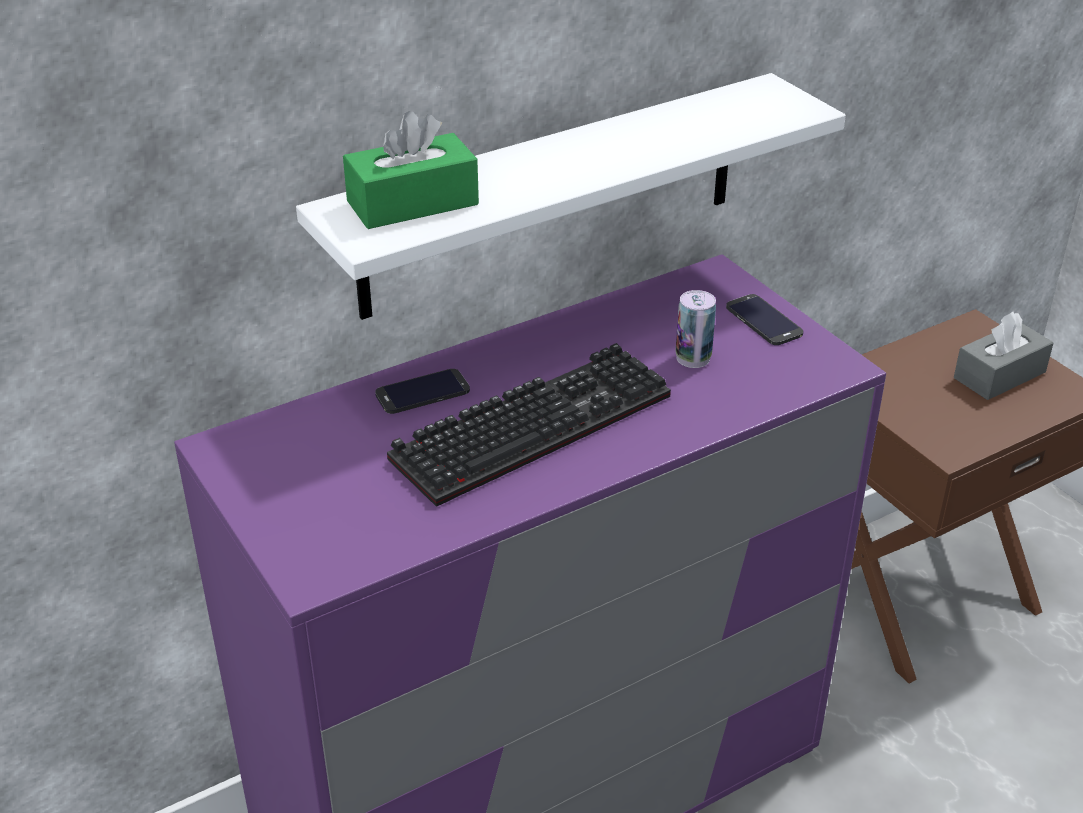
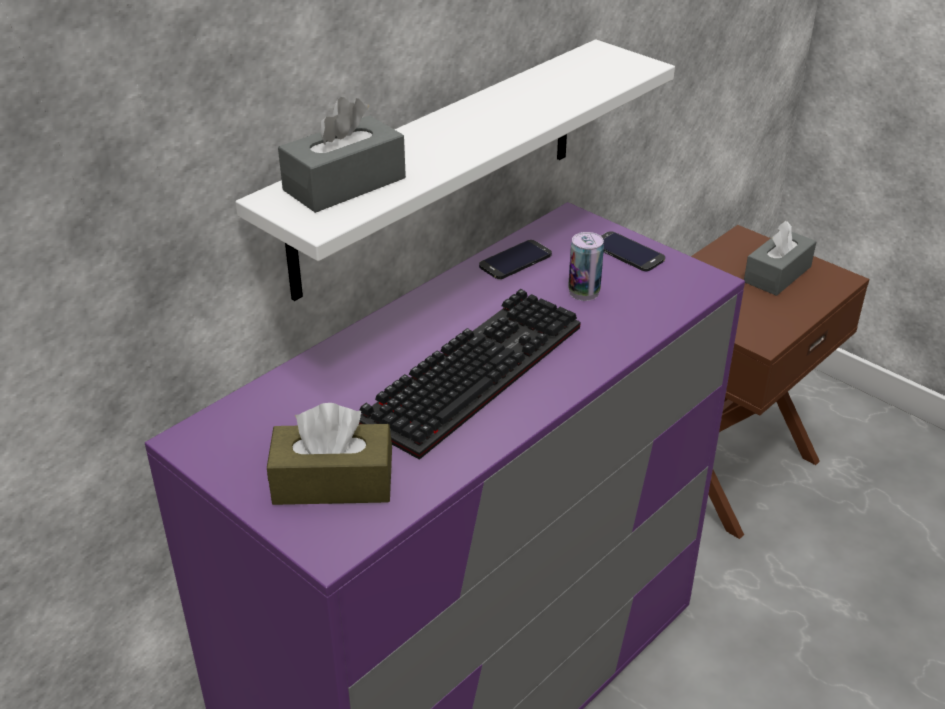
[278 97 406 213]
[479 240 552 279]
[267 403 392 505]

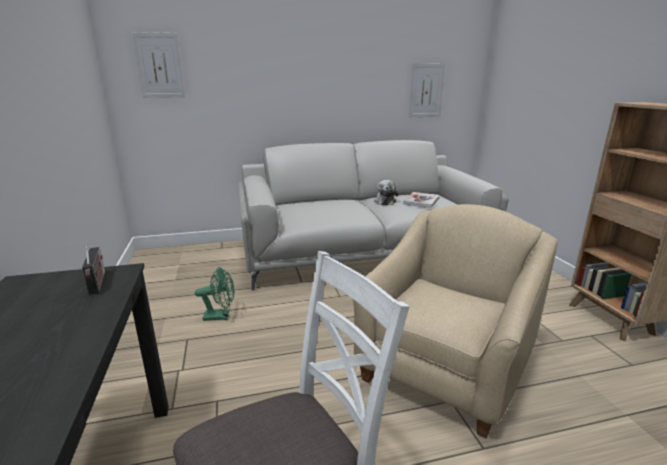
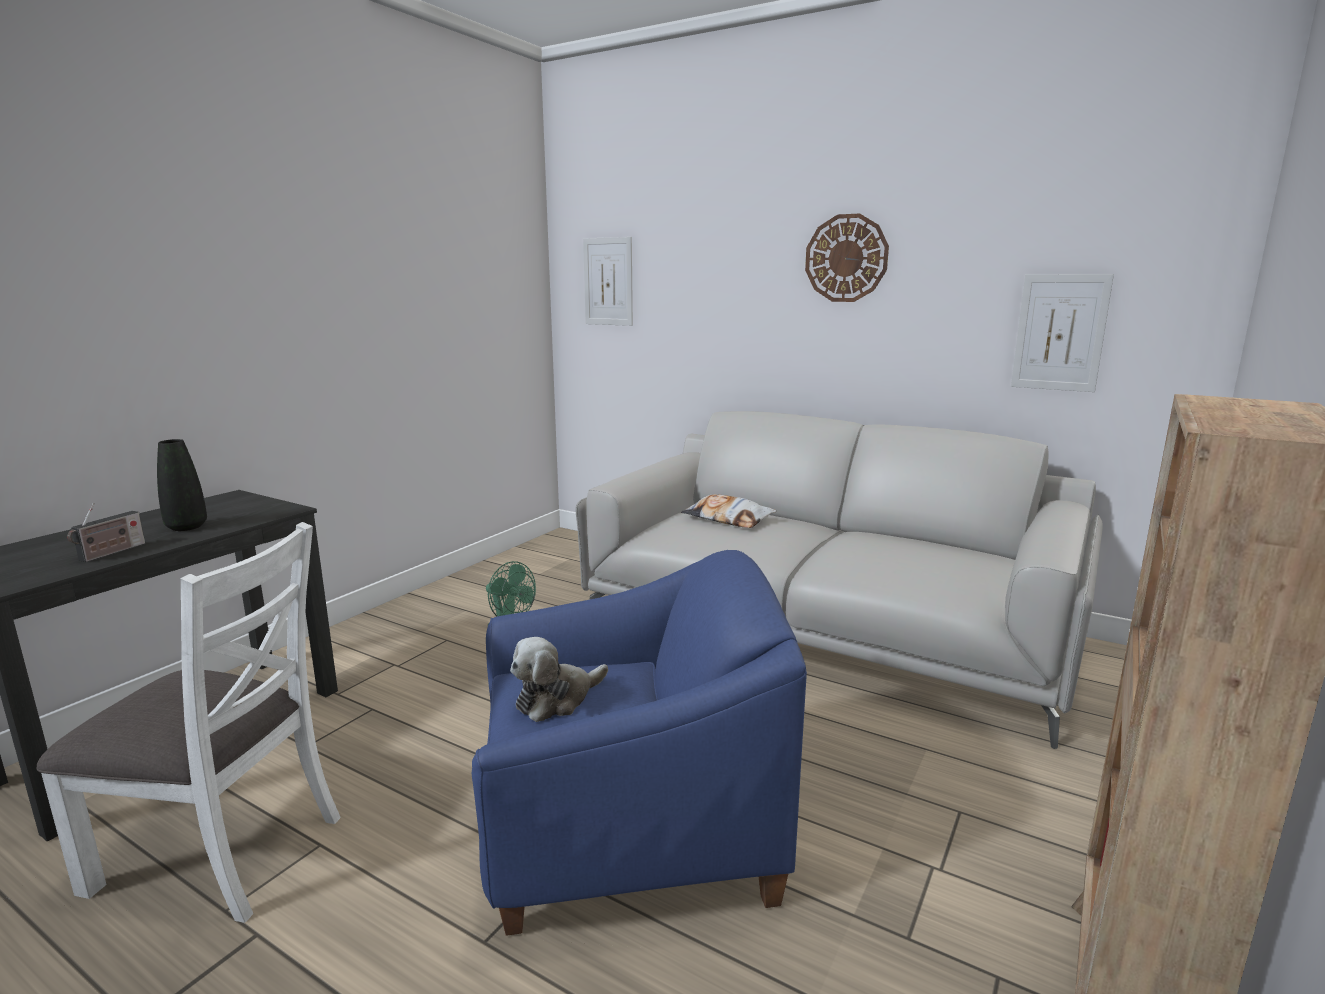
[67 503 145 562]
[472 550 807 936]
[510 637 608 722]
[403 192 440 208] (first image)
[157 439 207 531]
[681 494 776 528]
[805 214 889 302]

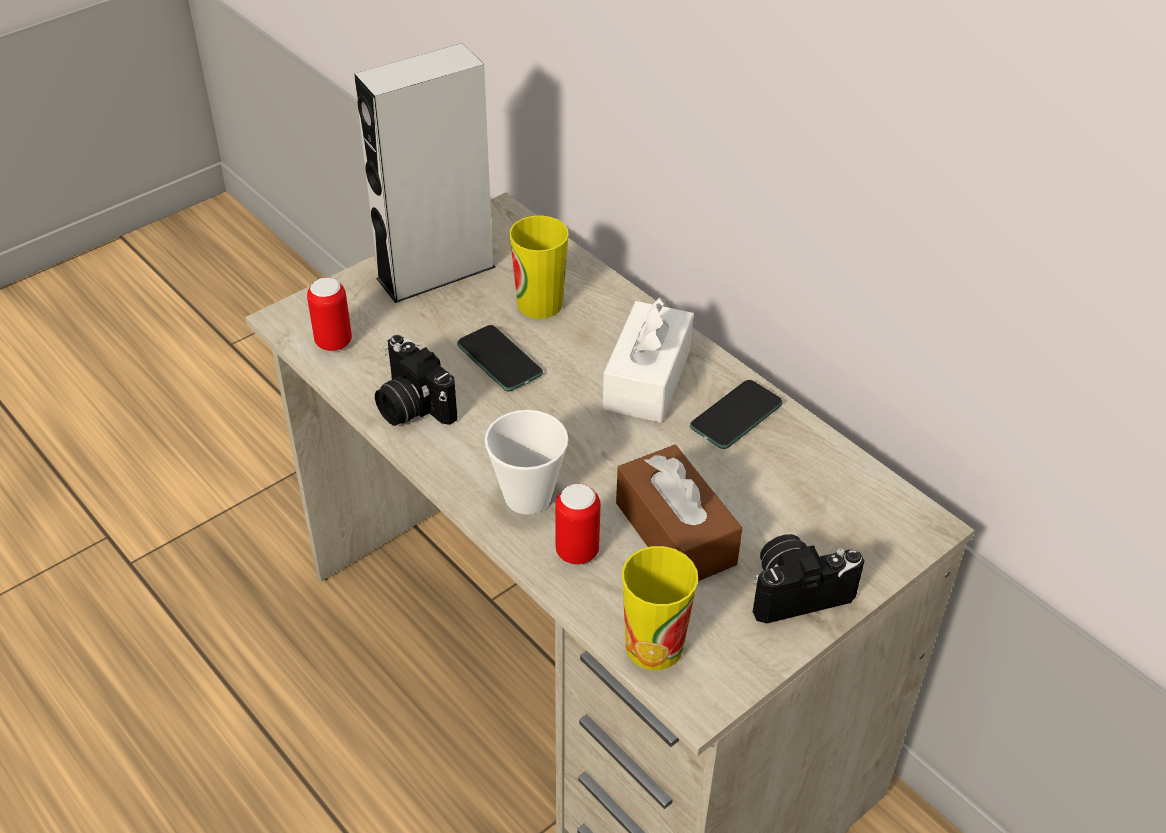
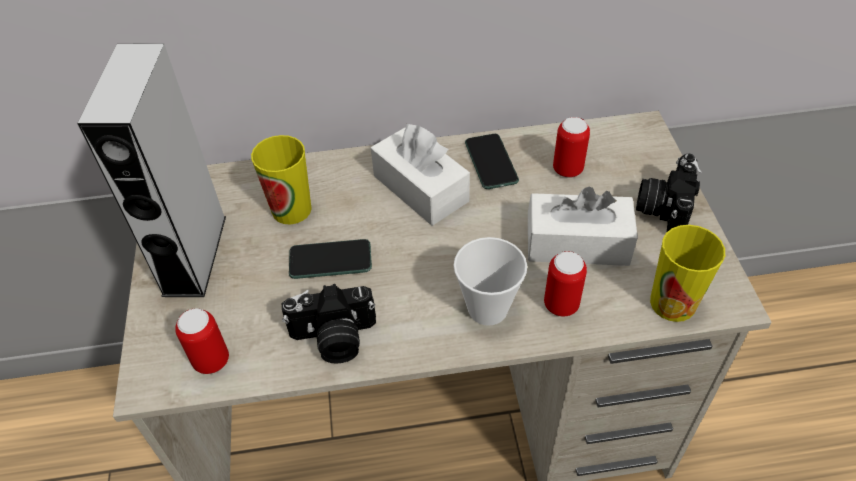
[528 187 638 266]
[553 117 590 178]

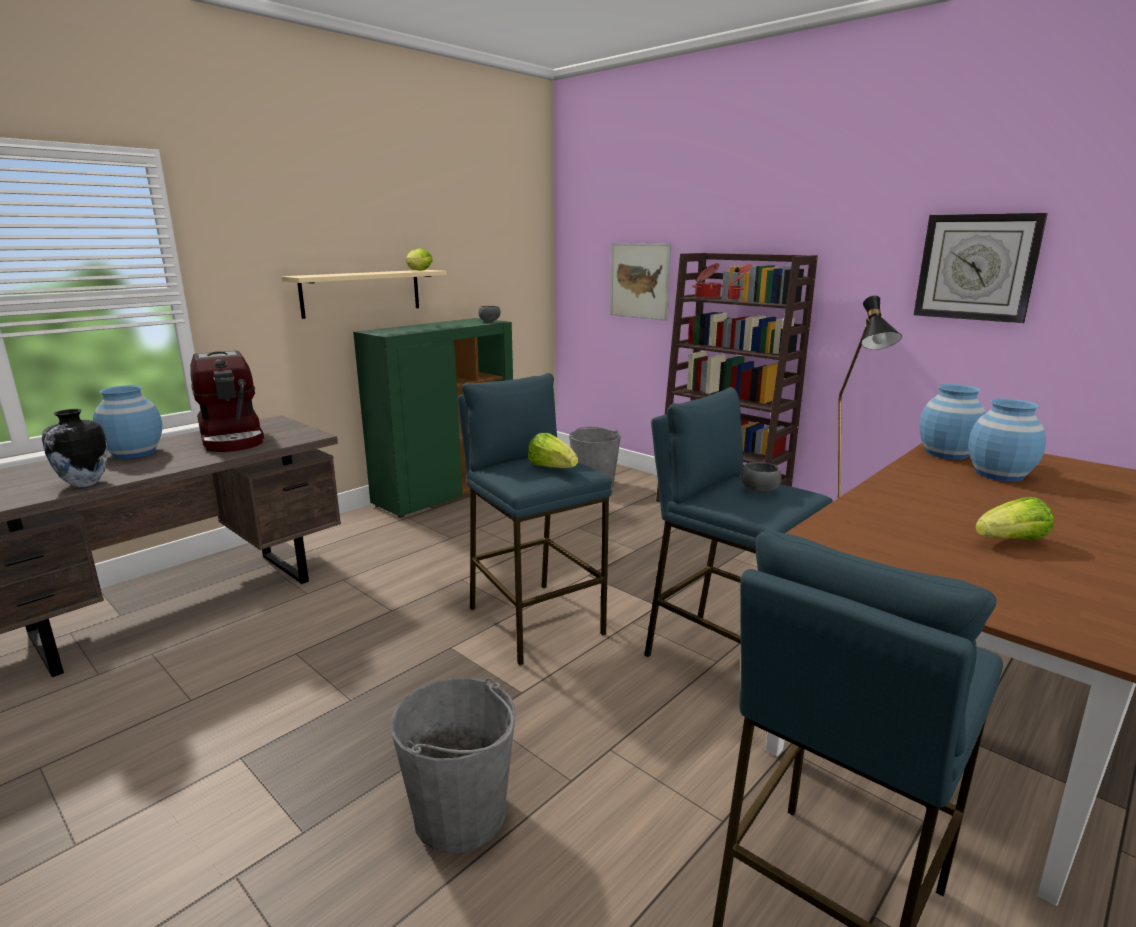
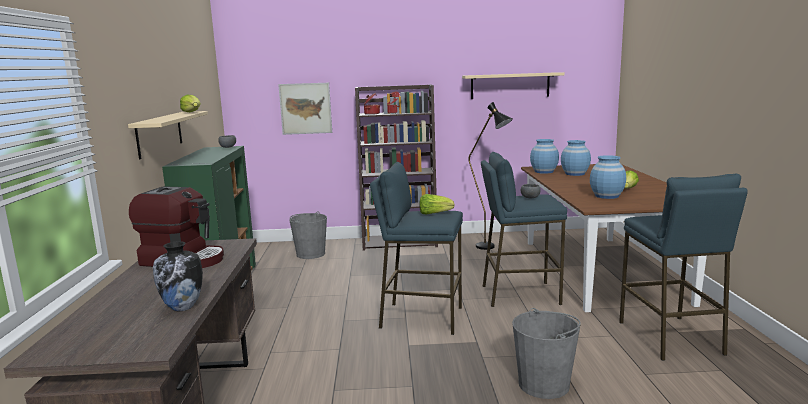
[590 155 626 199]
[462 72 565 99]

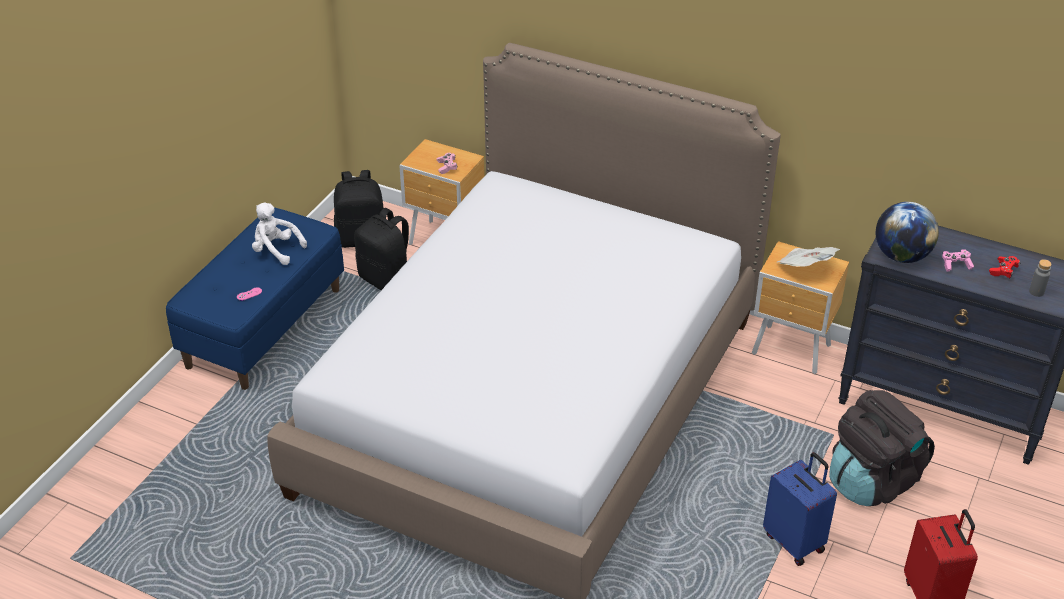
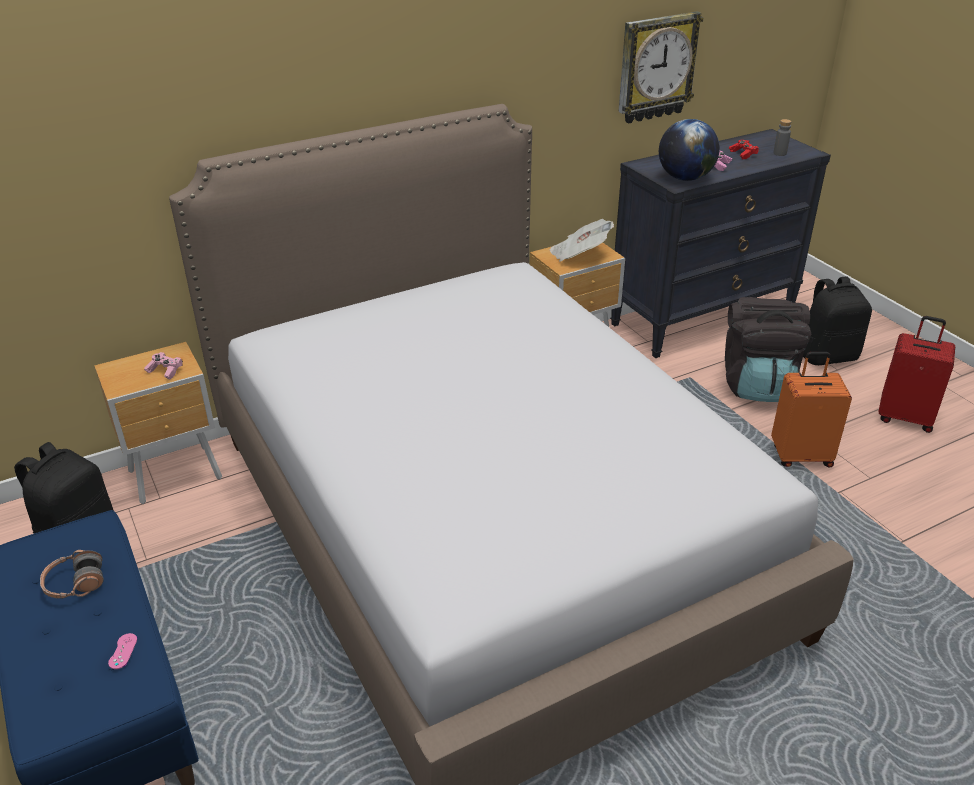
[40 550 104 599]
[803 277 872 365]
[771 352 852 468]
[618 12 703 124]

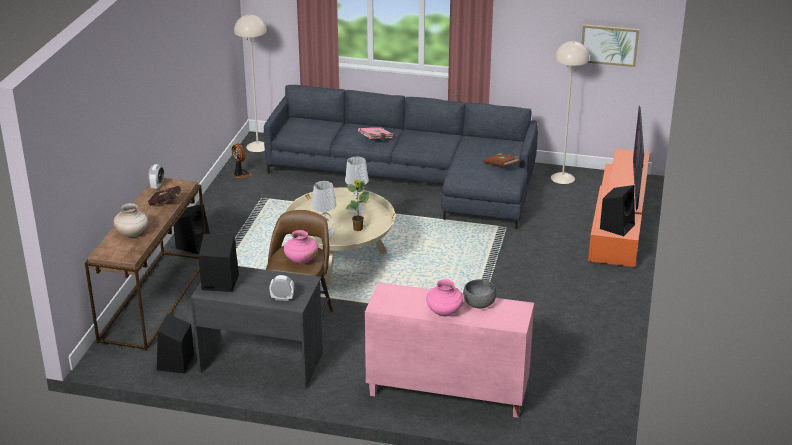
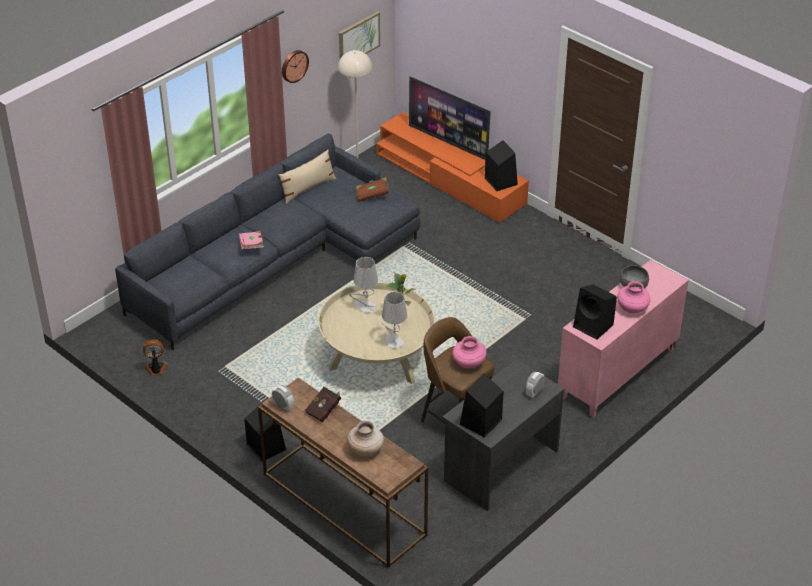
[573 284 617 340]
[234 15 267 152] (first image)
[278 150 337 204]
[282 50 309 83]

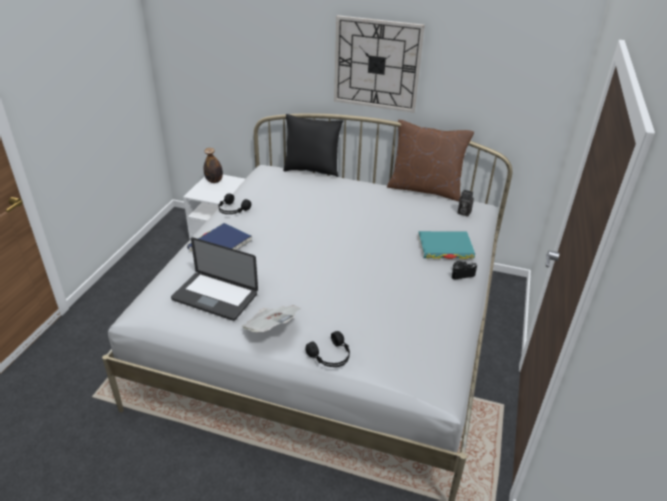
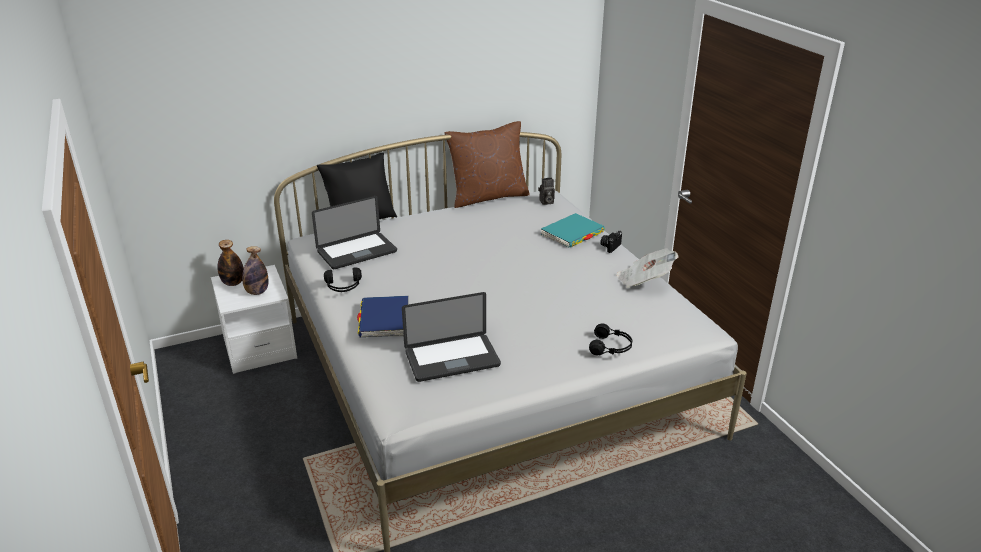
[616 248 678 288]
[334 15 424 113] (first image)
[242 246 268 295]
[312 196 397 269]

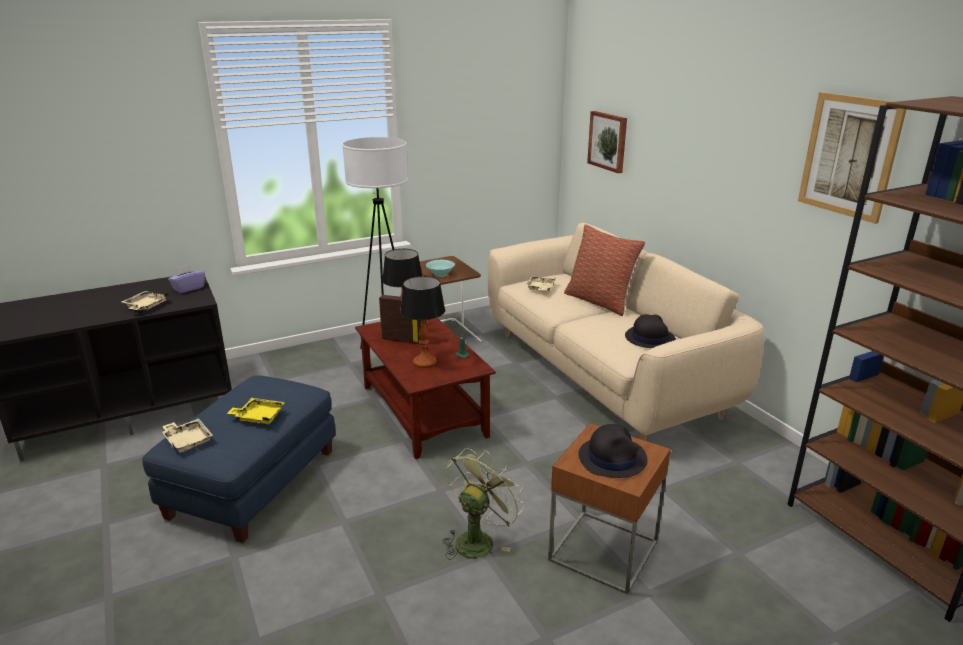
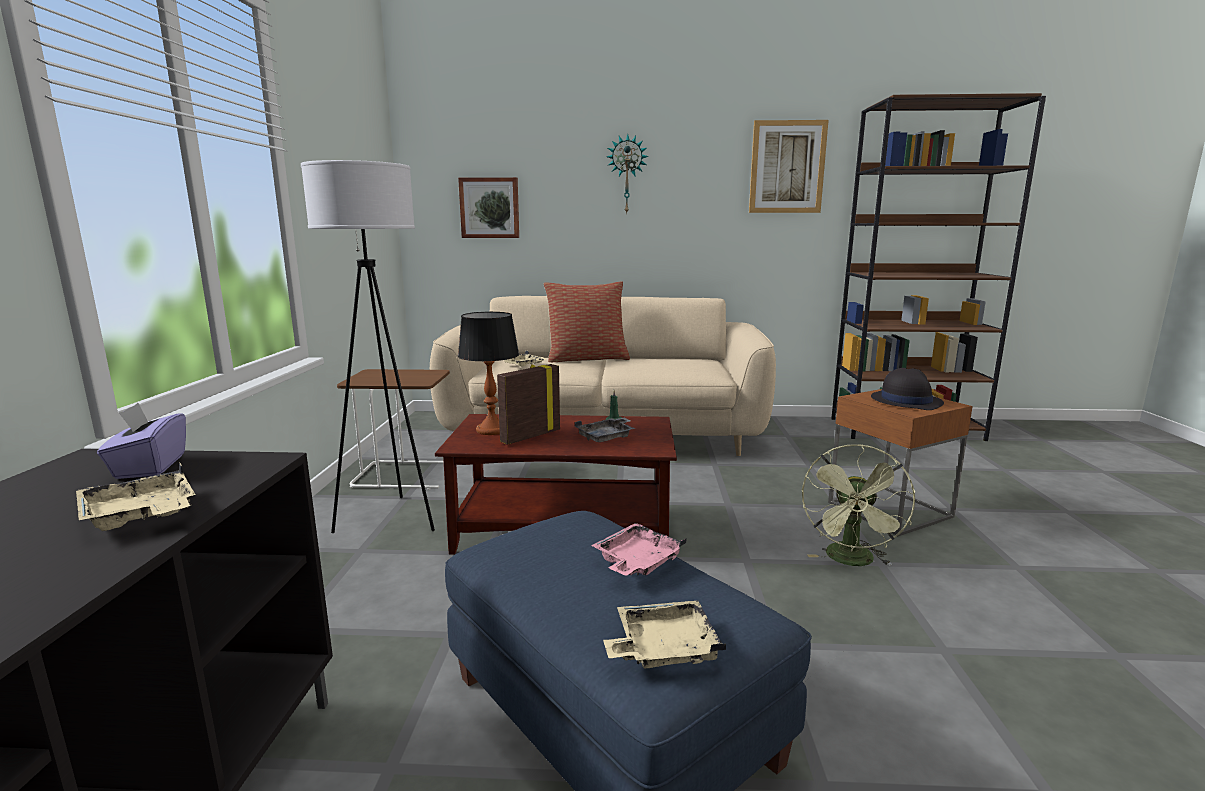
[591 523 687 576]
[575 417 636 442]
[426 260 455 277] (first image)
[802 444 915 566]
[625 314 676 348] (first image)
[607 134 649 215]

